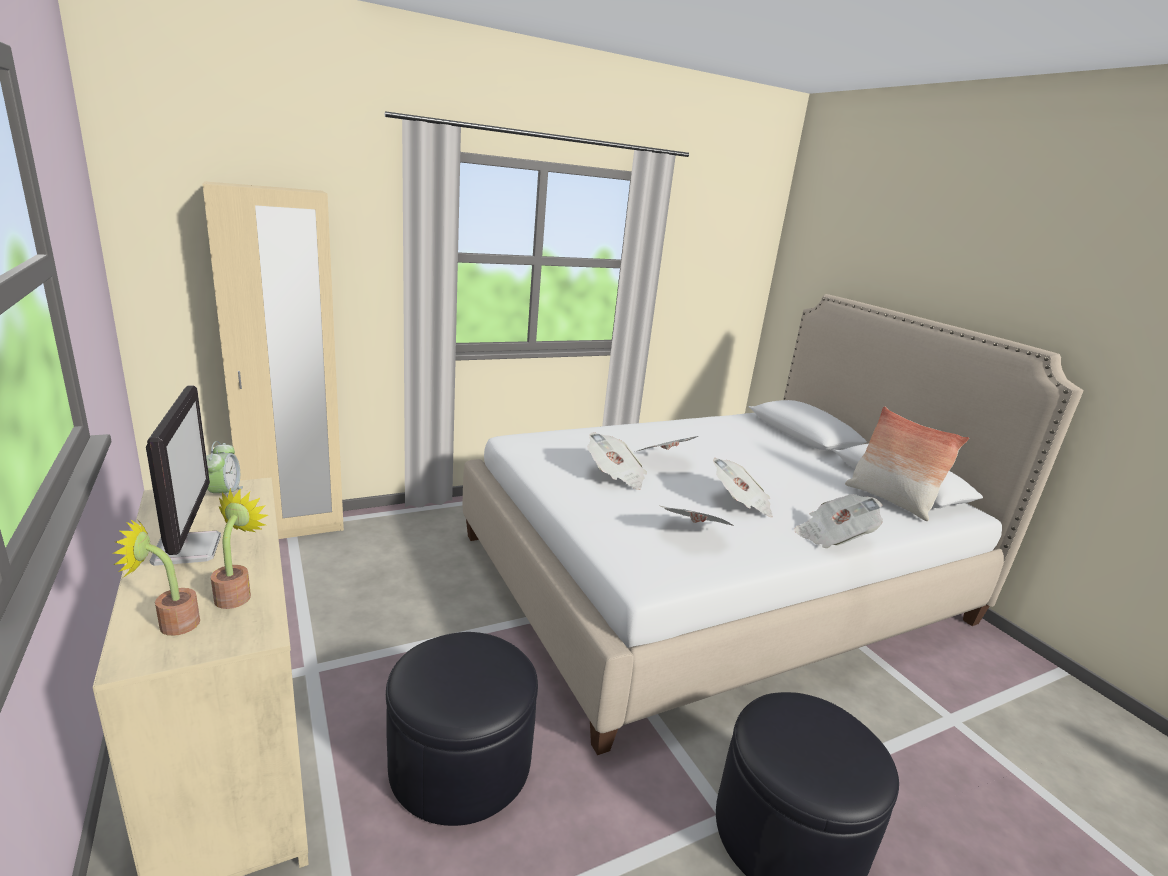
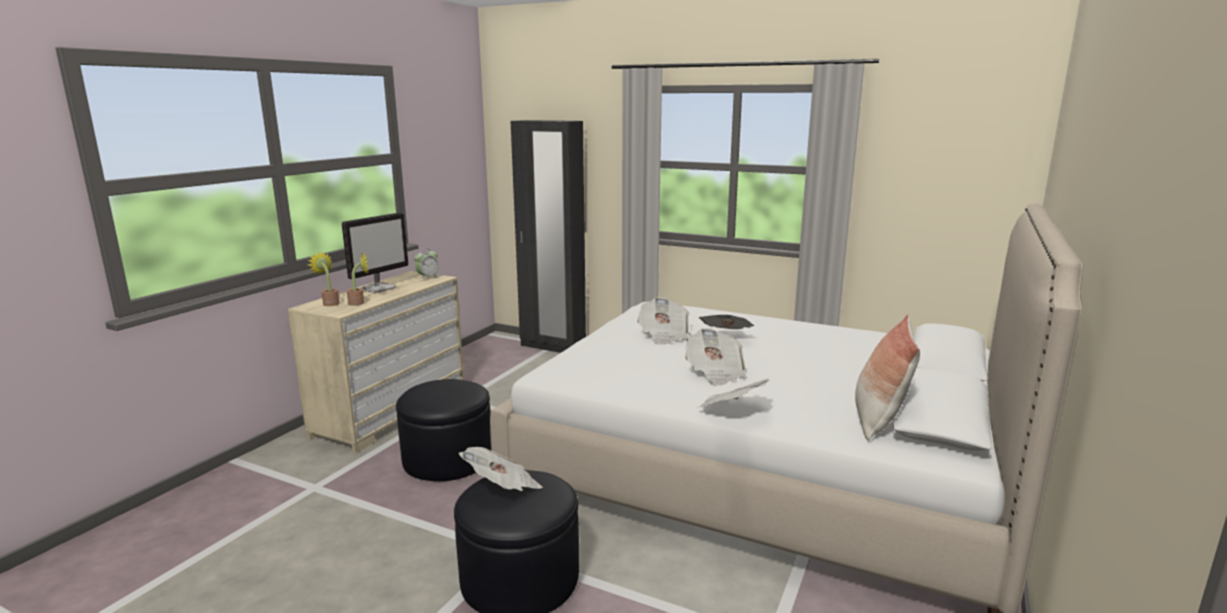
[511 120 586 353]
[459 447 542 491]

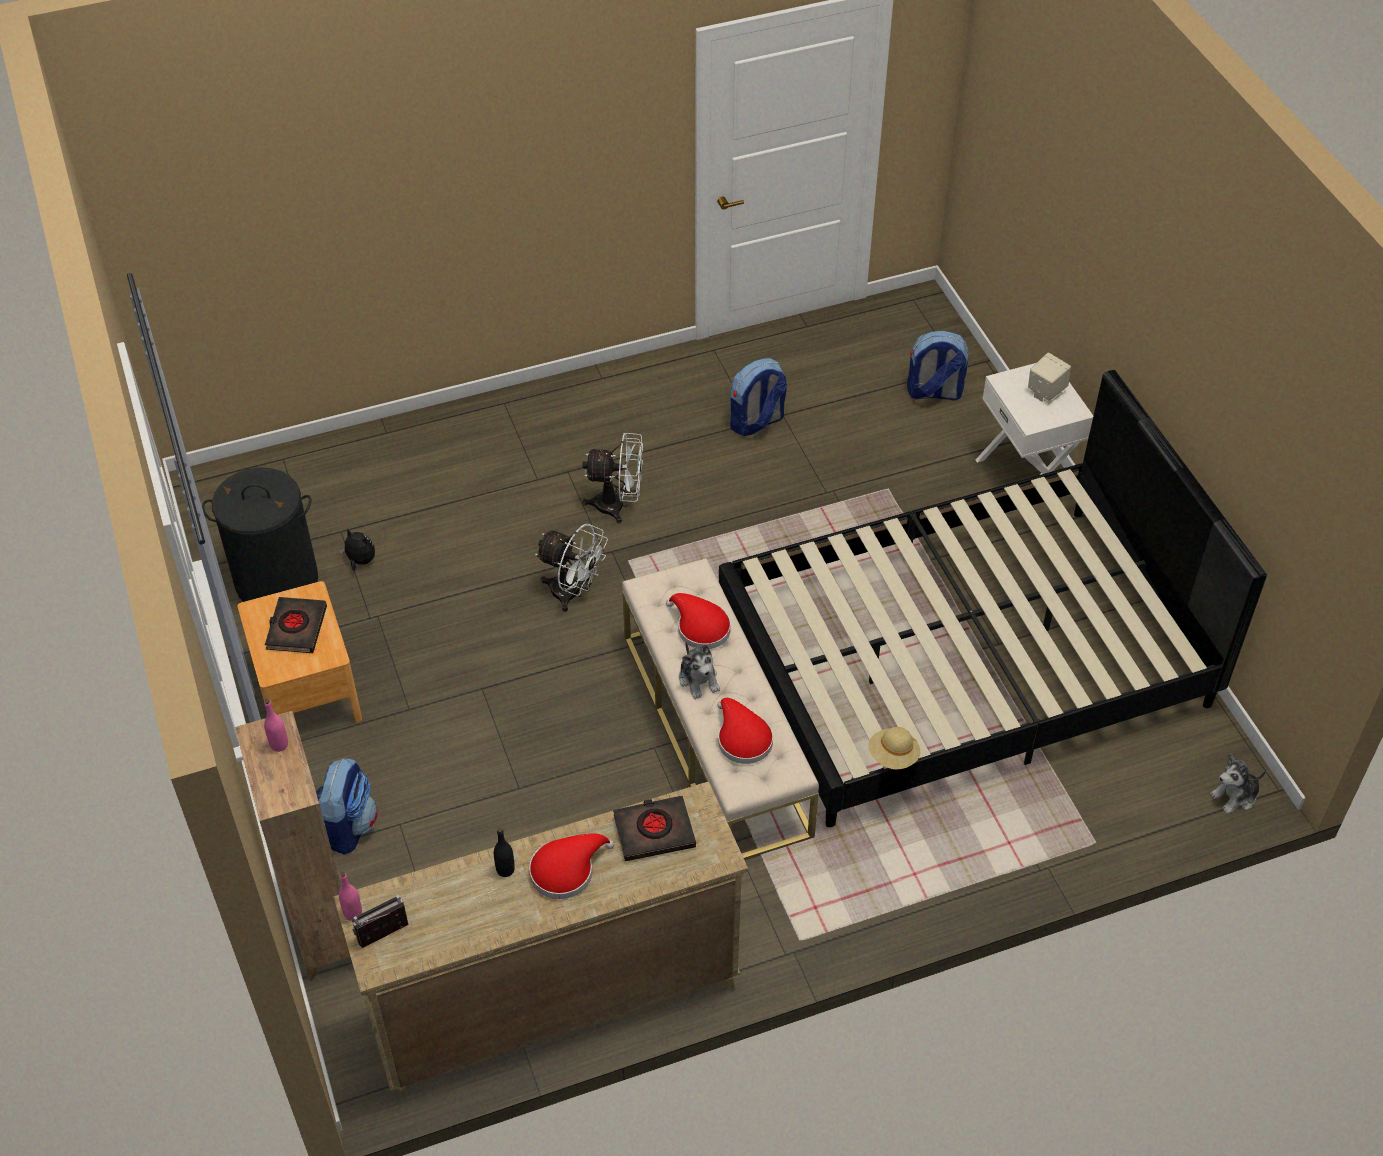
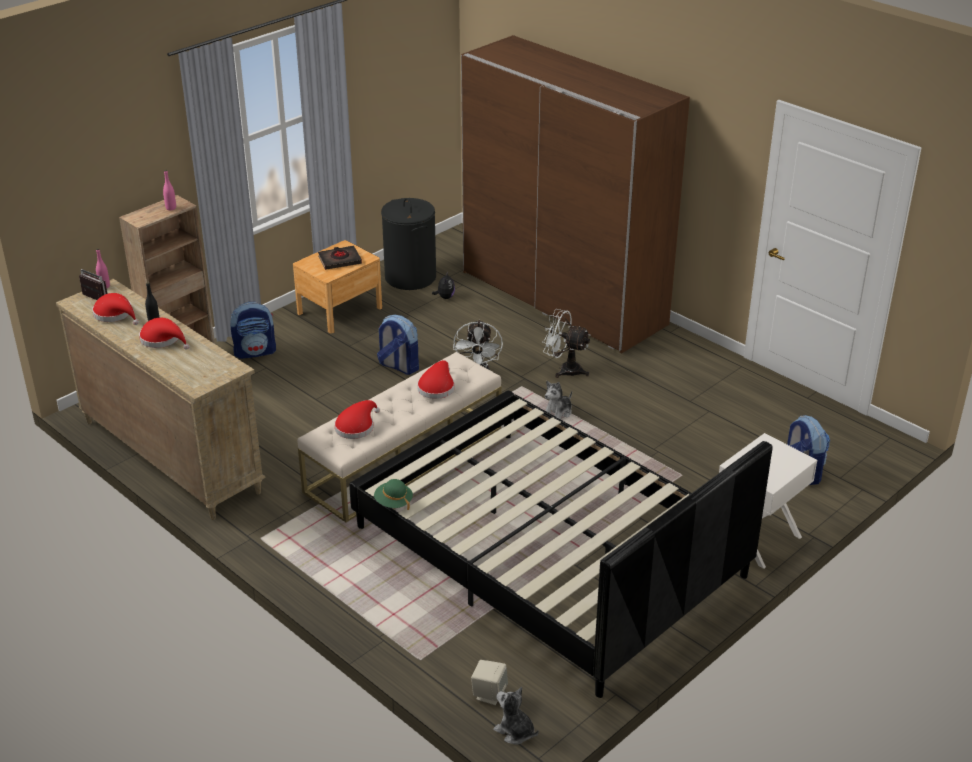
[542 309 590 378]
[613 796 696 861] (first image)
[545 381 572 419]
[377 315 419 375]
[374 479 413 510]
[471 660 508 705]
[92 293 139 325]
[461 35 690 353]

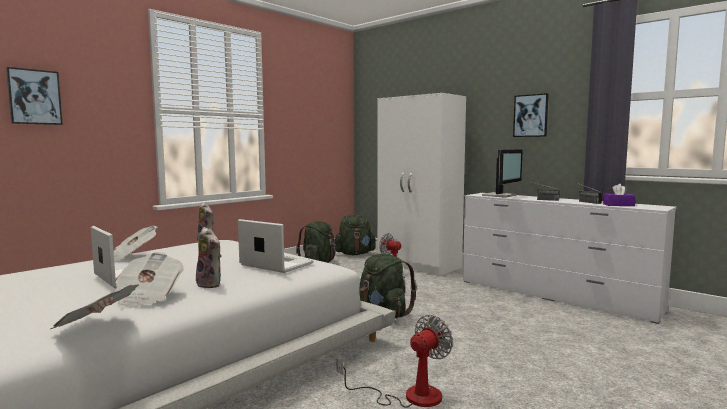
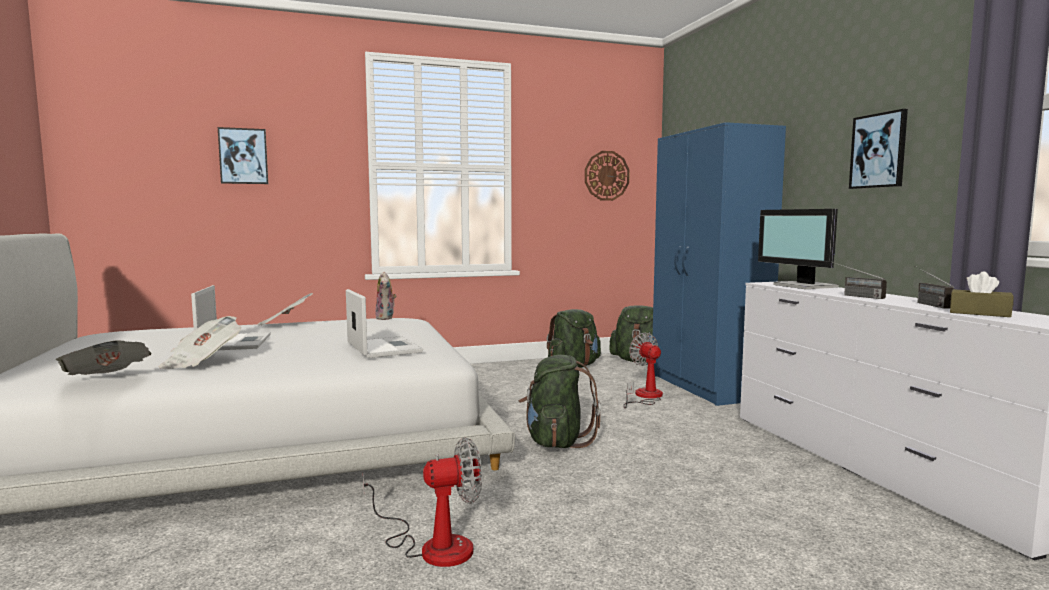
[196 227 222 288] (first image)
[652 122 786 406]
[758 209 839 289]
[950 271 1014 317]
[585 151 630 201]

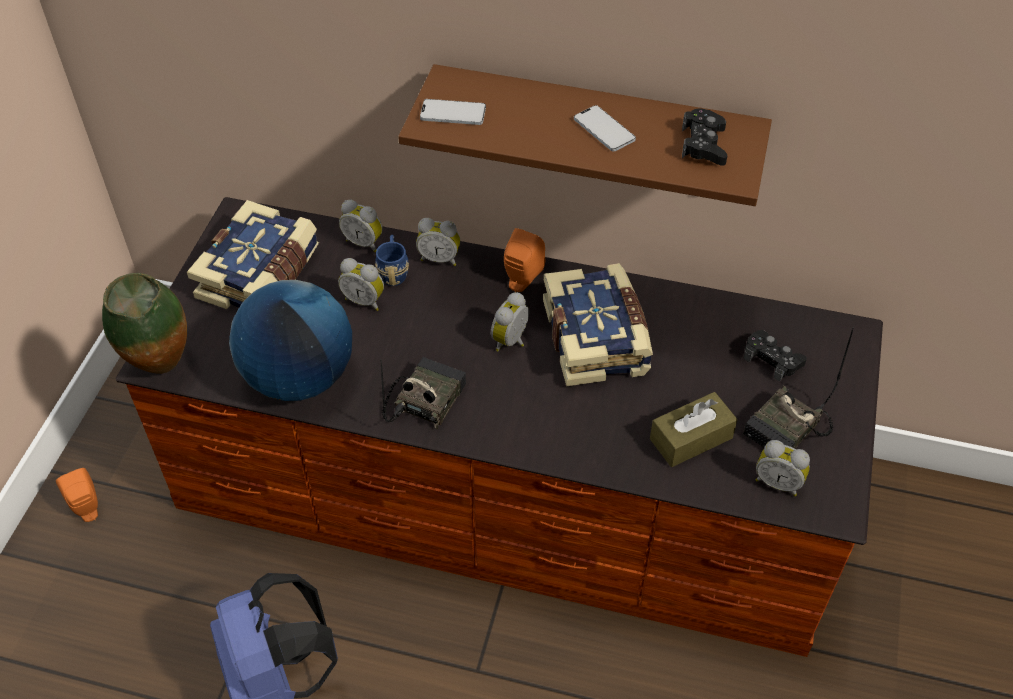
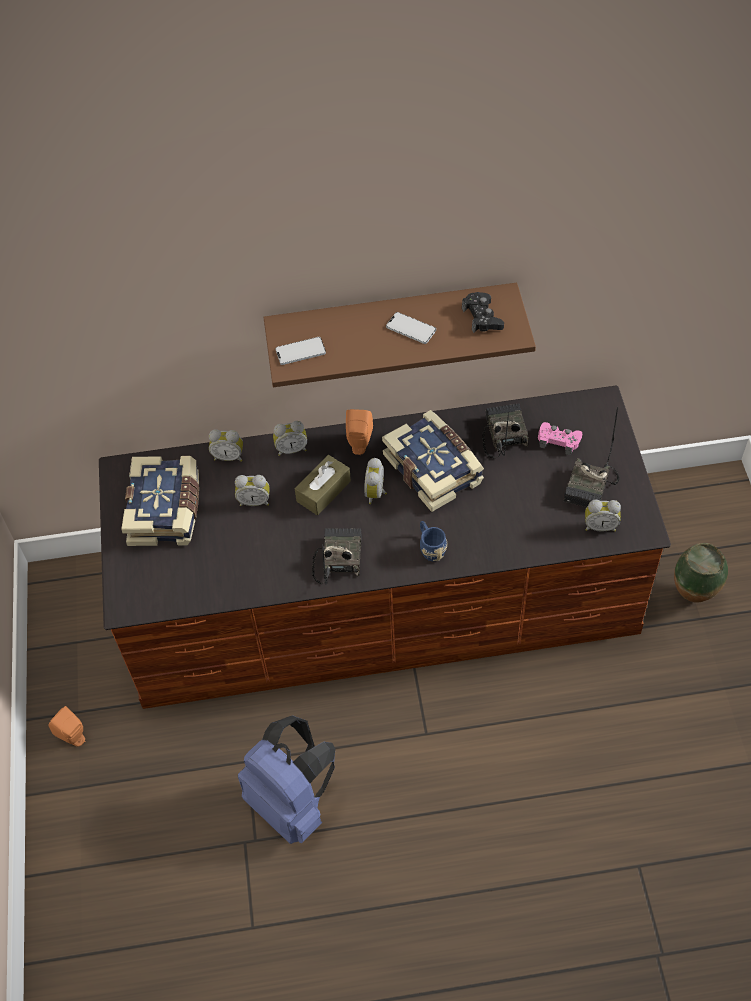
[674 543 728 603]
[229 280 352 401] (first image)
[420 521 447 561]
[295 455 351 515]
[538 422 582 455]
[482 403 529 458]

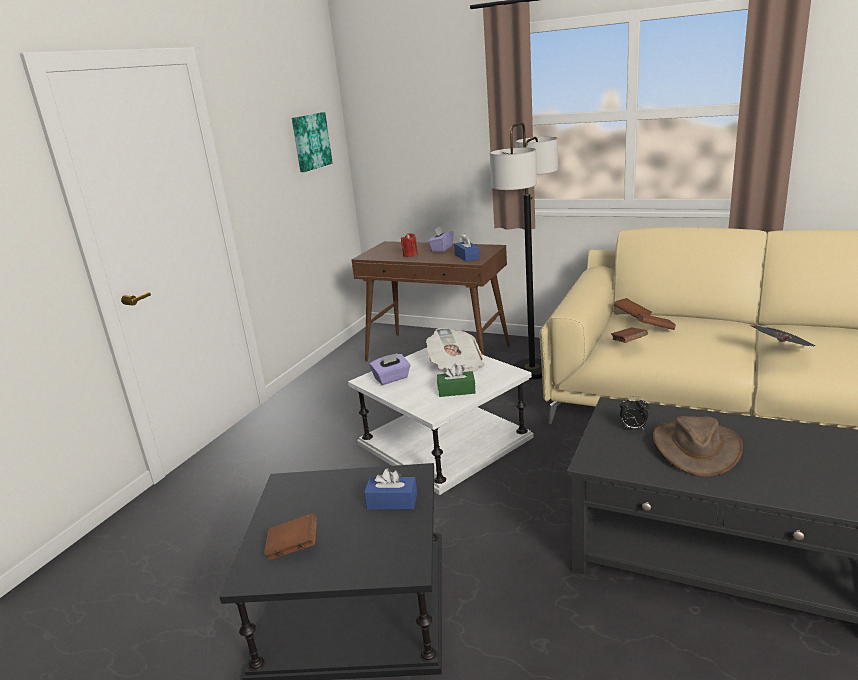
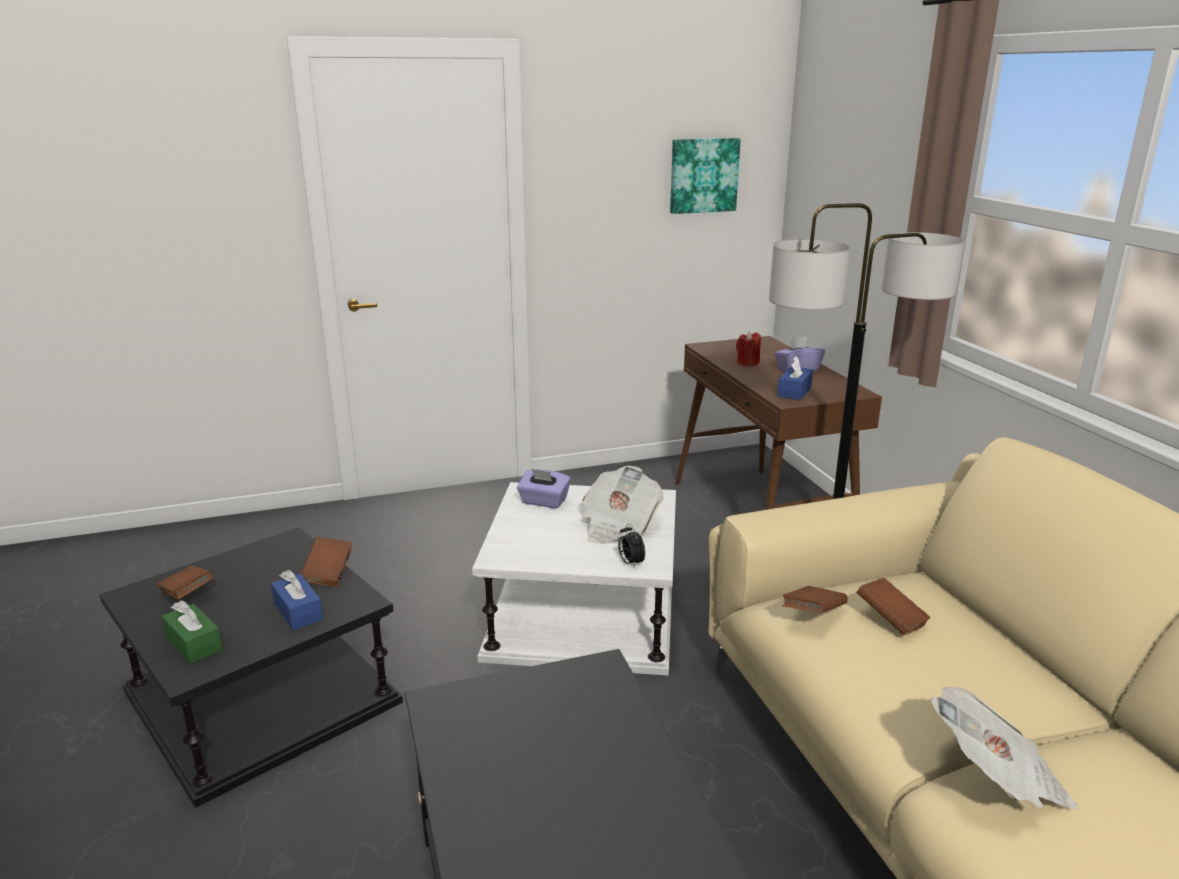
[162 600 223 664]
[301 537 352 587]
[618 524 645 568]
[653 416 743 477] (first image)

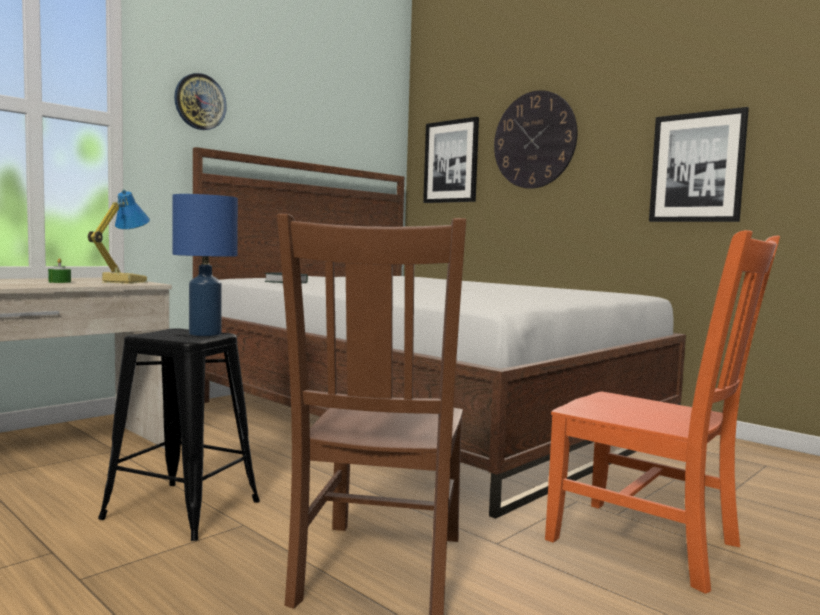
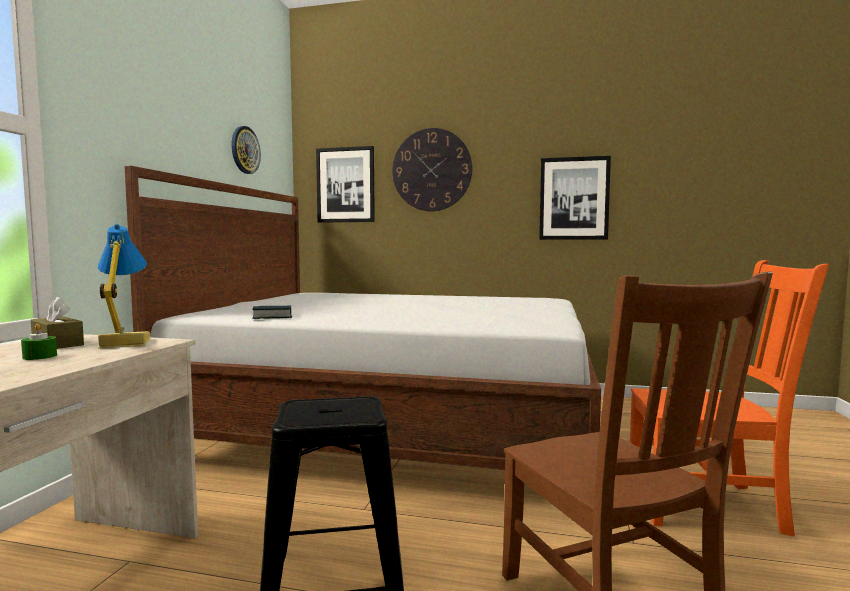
[172 194 238 336] (first image)
[231 126 261 174]
[31 297 84 349]

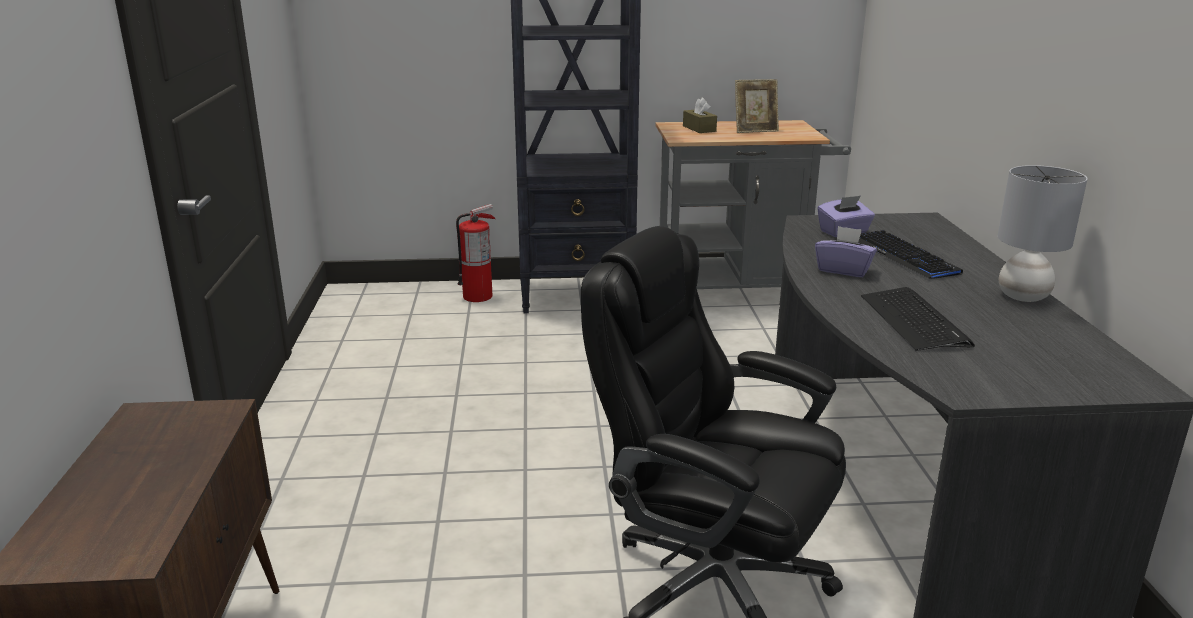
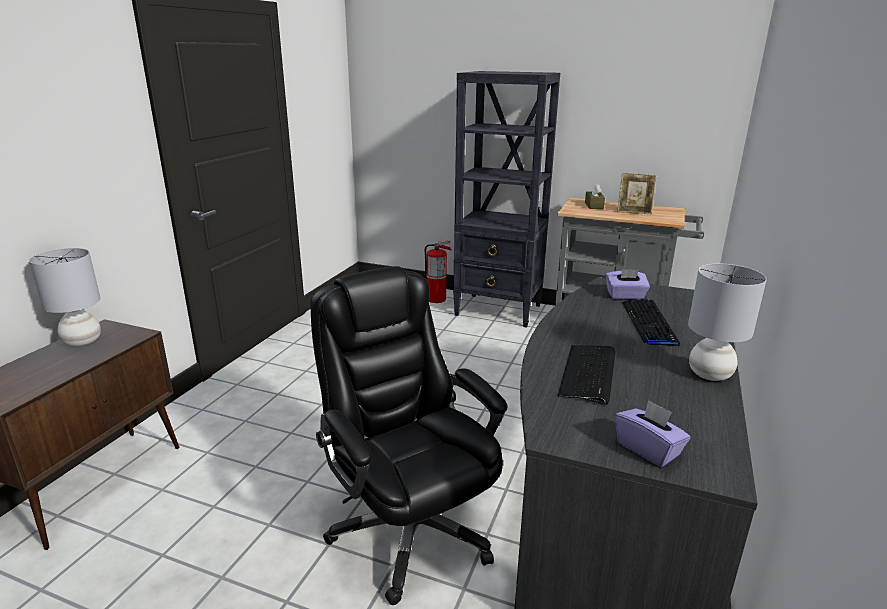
[615 400 691 467]
[29 248 101 347]

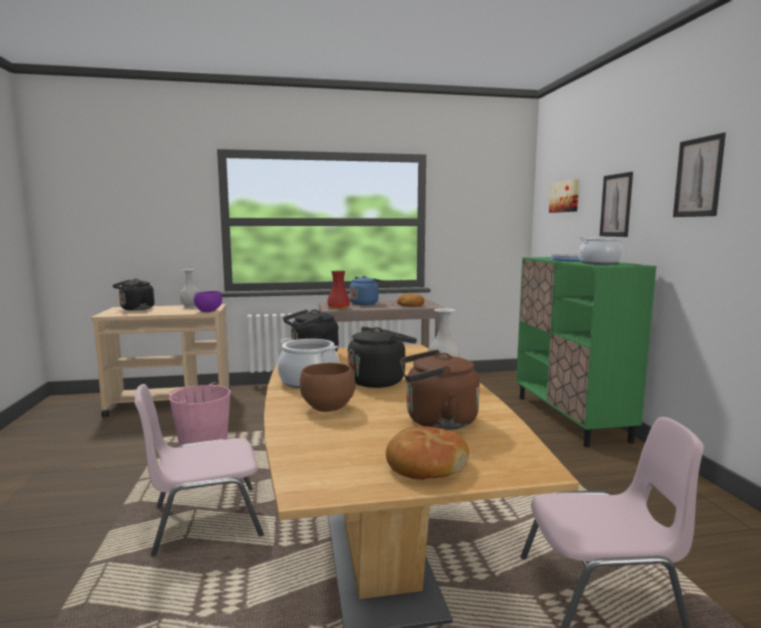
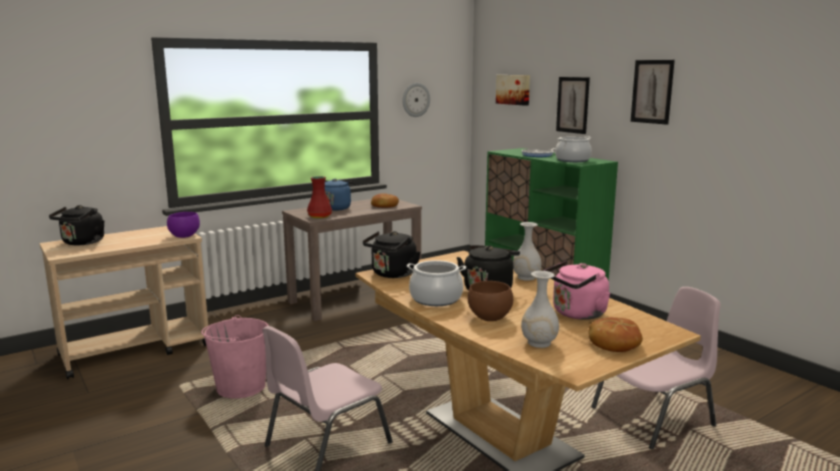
[521 271 559 348]
[544 261 610 320]
[402 83 430 117]

